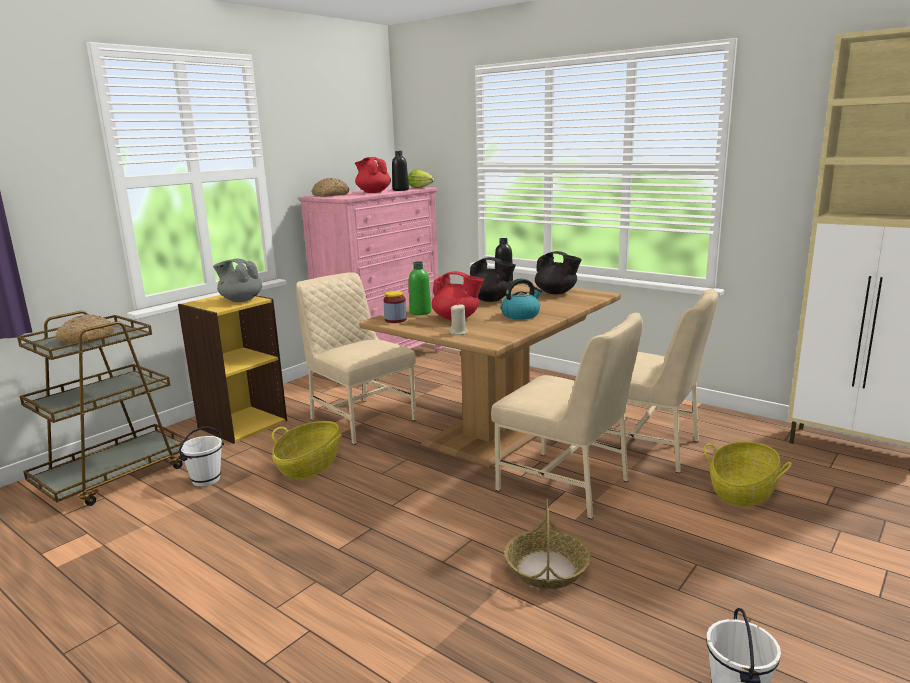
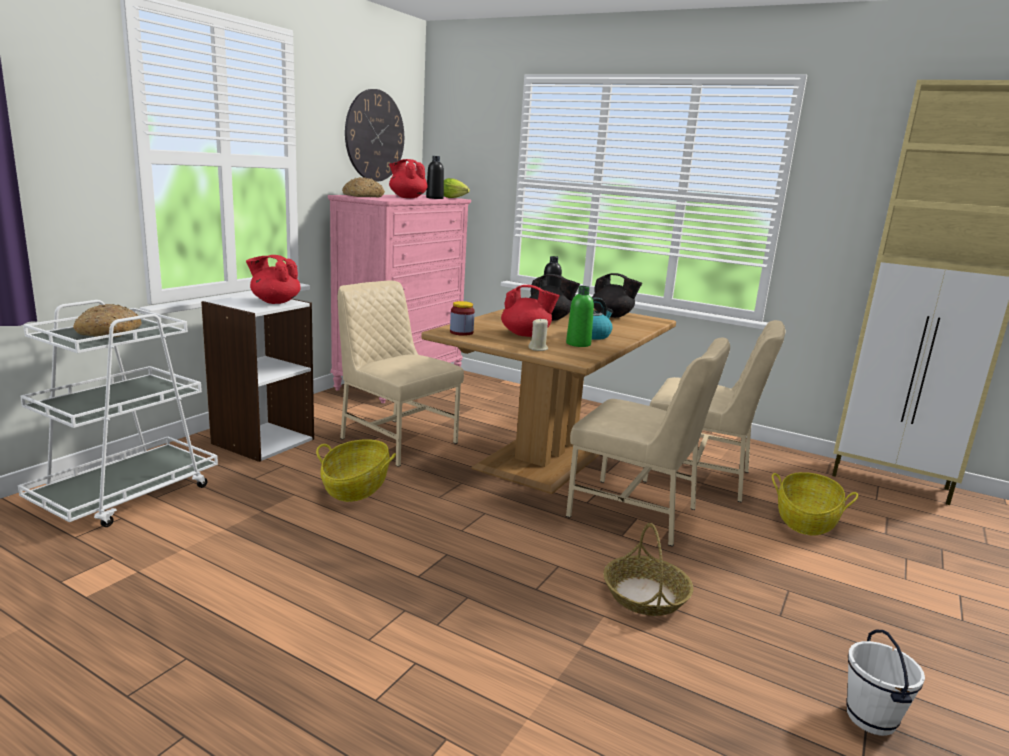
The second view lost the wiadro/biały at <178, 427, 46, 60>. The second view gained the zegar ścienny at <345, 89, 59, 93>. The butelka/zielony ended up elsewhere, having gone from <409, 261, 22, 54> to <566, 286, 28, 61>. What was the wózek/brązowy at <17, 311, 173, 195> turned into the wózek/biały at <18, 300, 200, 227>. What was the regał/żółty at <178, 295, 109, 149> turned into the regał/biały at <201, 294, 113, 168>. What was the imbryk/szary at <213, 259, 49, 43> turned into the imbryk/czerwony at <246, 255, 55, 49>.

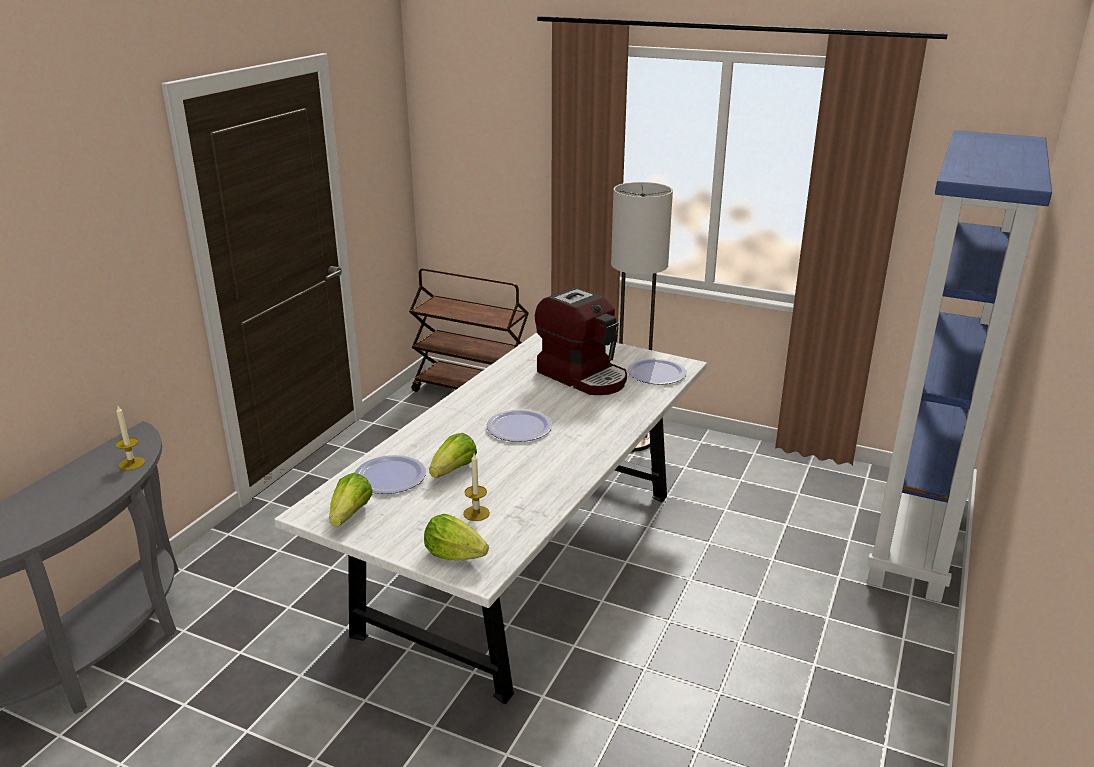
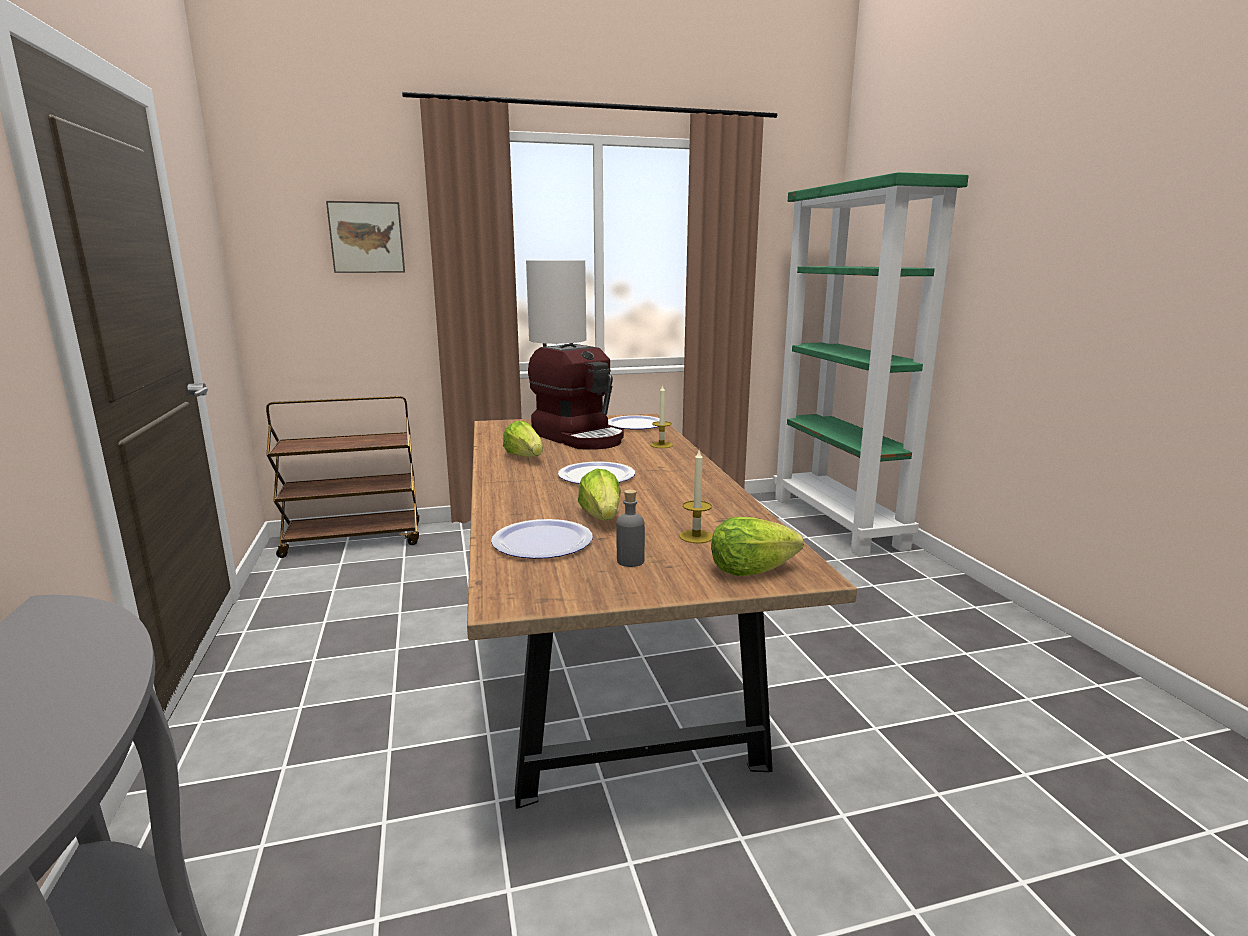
The second view gained the obraz at <326, 201, 79, 72>. The second view gained the butelka/szary at <616, 489, 29, 78>. The świeca ended up elsewhere, having gone from <115, 406, 30, 65> to <650, 385, 23, 63>. The sałata ended up elsewhere, having gone from <329, 473, 43, 53> to <503, 421, 40, 36>. What was the stół jadalny/biały at <274, 333, 433, 372> turned into the stół jadalny/brązowy at <467, 413, 390, 396>. What was the regał/niebieski at <867, 130, 185, 473> turned into the regał/zielony at <773, 172, 196, 385>. The ekspres do kawy at <535, 287, 92, 108> ended up facing another way, 45 degrees clockwise from before.

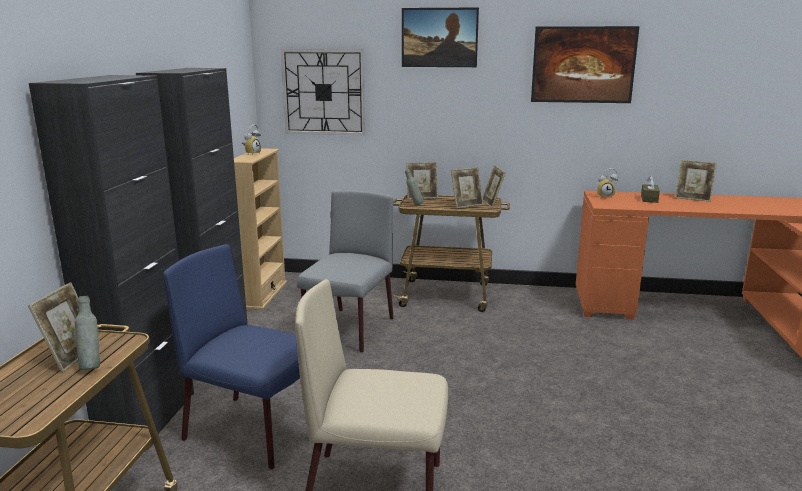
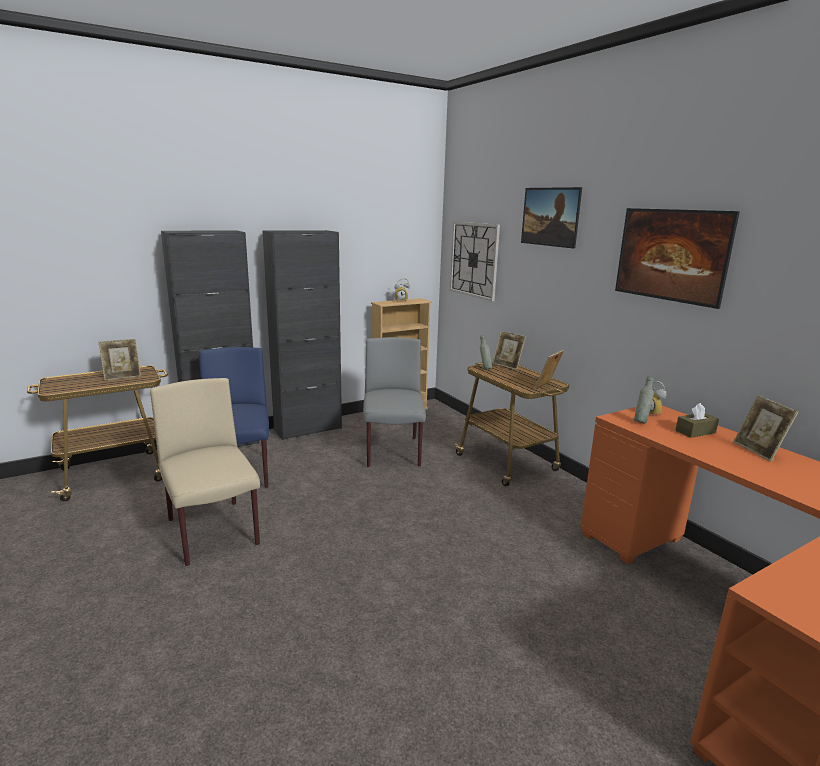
The second view lost the ramka na zdjęcie at <451, 167, 32, 42>. The butelka/szary ended up elsewhere, having gone from <75, 296, 25, 74> to <634, 376, 20, 48>. The krzesło/szary at <297, 190, 97, 163> ended up facing another way, 75 degrees counterclockwise from before.

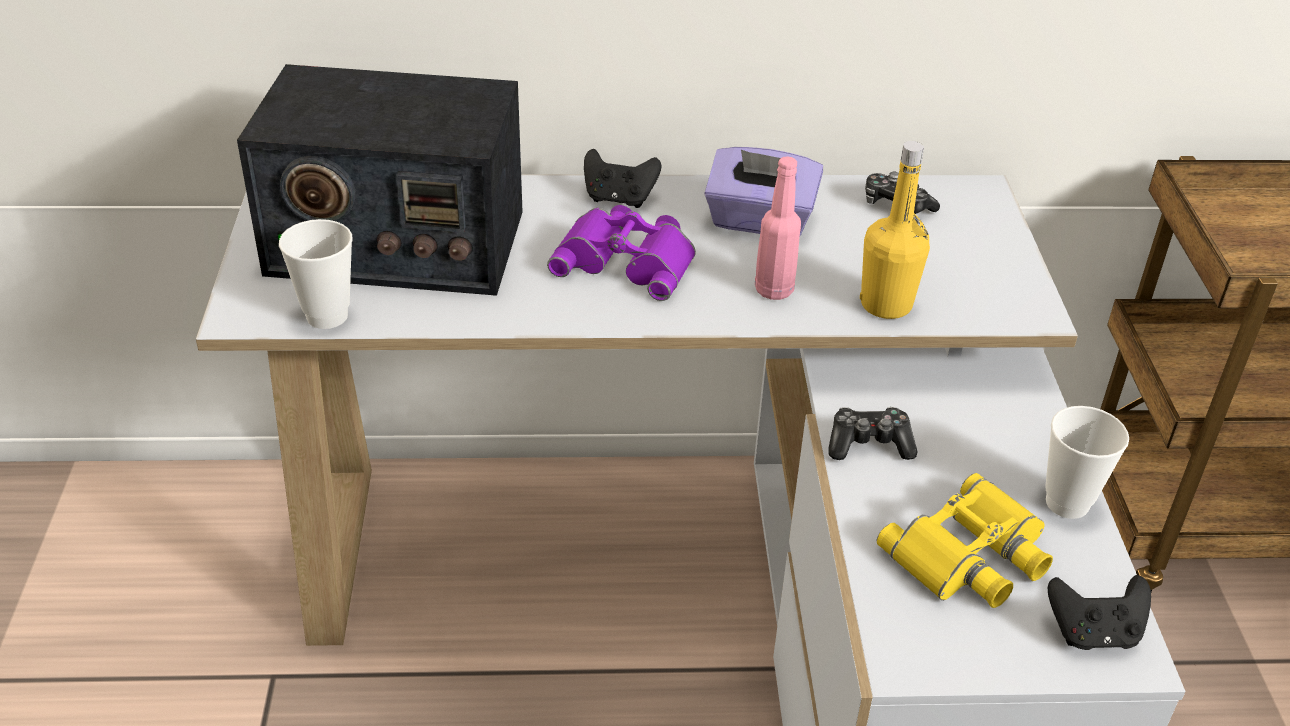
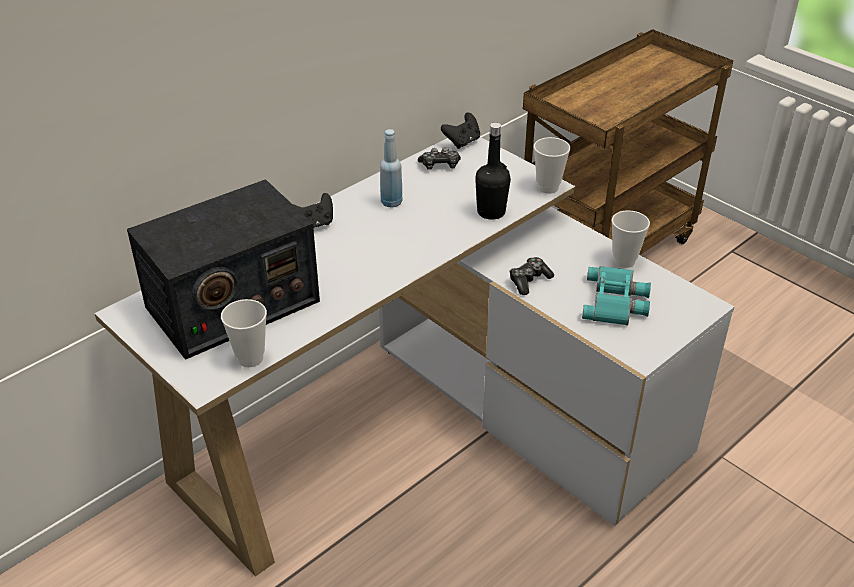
The second view lost the lornetka/fioletowy at <547, 205, 149, 96>. The second view lost the butelka/różowy at <755, 156, 46, 144>. The second view gained the filiżanka at <534, 137, 36, 57>. The pad do gier/czarny ended up elsewhere, having gone from <1048, 575, 103, 75> to <441, 113, 39, 36>. Where the pudełko chusteczek/fioletowy stood at <704, 147, 119, 89>, the butelka/niebieski came to stand at <380, 129, 23, 79>. What was the butelka/żółty at <860, 141, 70, 178> turned into the butelka/czarny at <475, 122, 36, 98>. What was the lornetka/żółty at <876, 473, 177, 135> turned into the lornetka/turkusowy at <582, 266, 69, 59>.

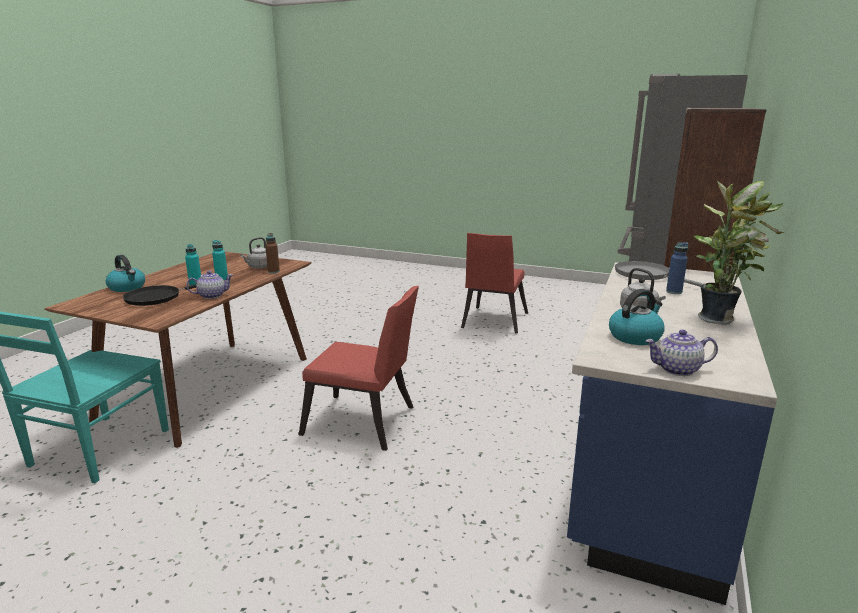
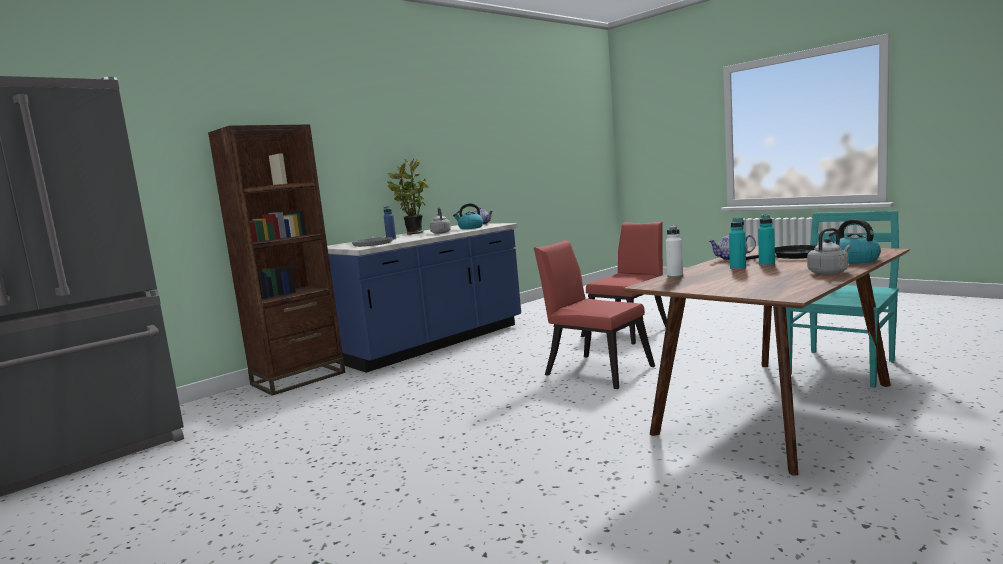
The czajnik/szary ended up elsewhere, having gone from <241, 237, 26, 32> to <807, 228, 44, 47>. The krzesło/czerwony ended up elsewhere, having gone from <461, 233, 67, 100> to <581, 222, 86, 122>. What was the butelka/brązowy at <265, 233, 15, 40> turned into the butelka/biały at <666, 225, 17, 53>.

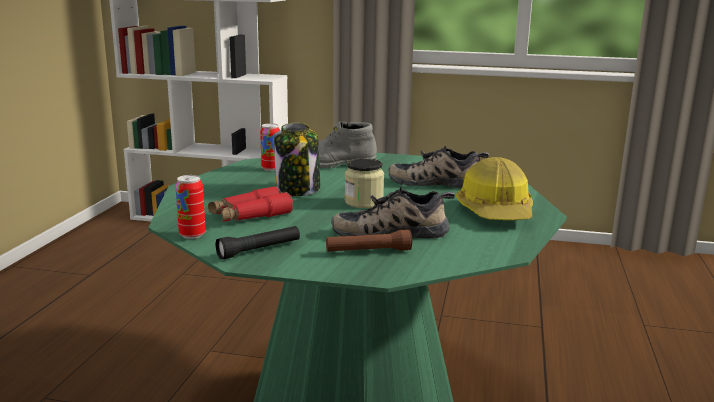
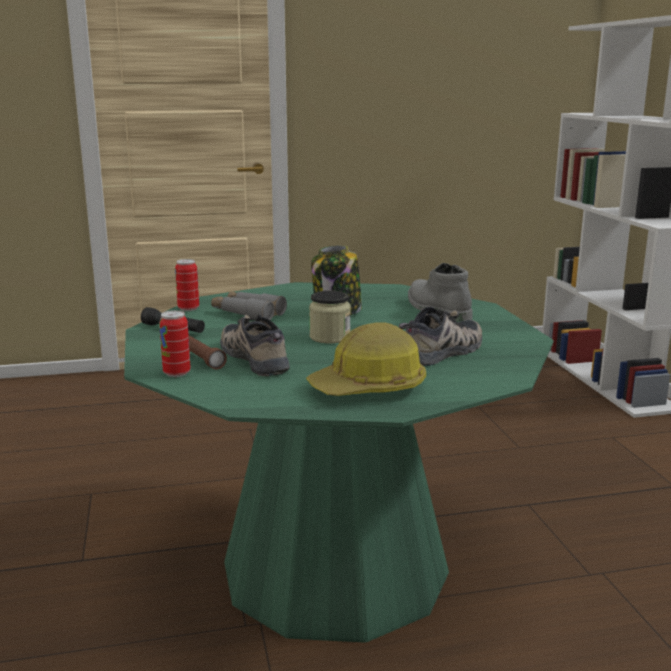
The puszka ended up elsewhere, having gone from <260, 123, 20, 48> to <159, 310, 32, 67>. What was the lornetka/czerwony at <208, 186, 85, 36> turned into the lornetka/szary at <211, 292, 76, 28>. The but at <388, 146, 101, 42> ended up facing another way, 60 degrees clockwise from before.

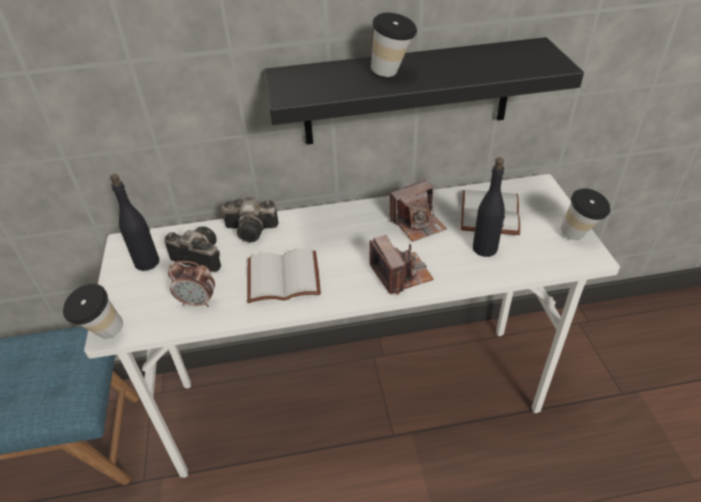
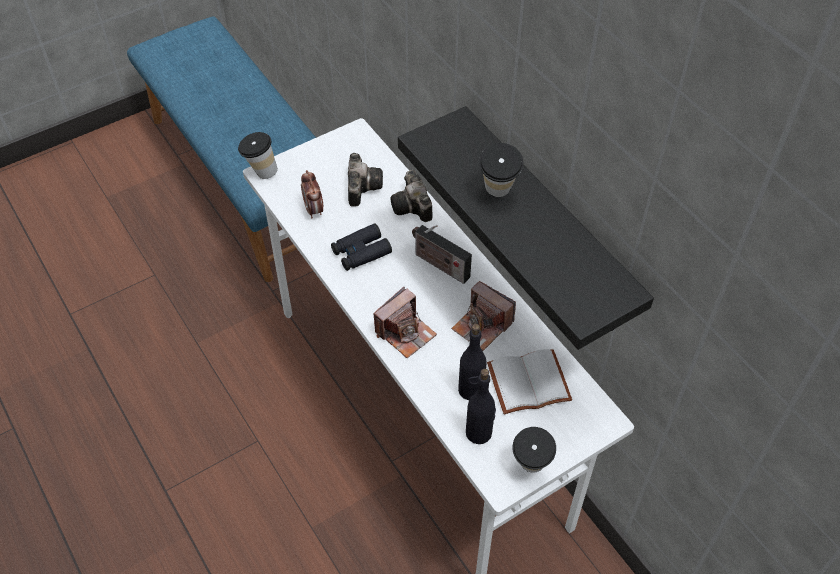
The second view gained the radio at <412, 225, 60, 59>. The butelka/czarny ended up elsewhere, having gone from <110, 174, 49, 97> to <466, 369, 30, 75>. Where the książka/biały stood at <247, 249, 74, 54>, the lornetka/czarny came to stand at <331, 224, 61, 47>.

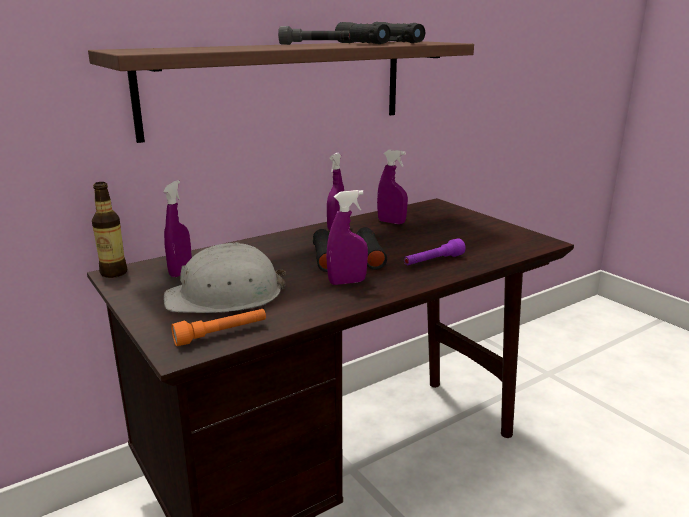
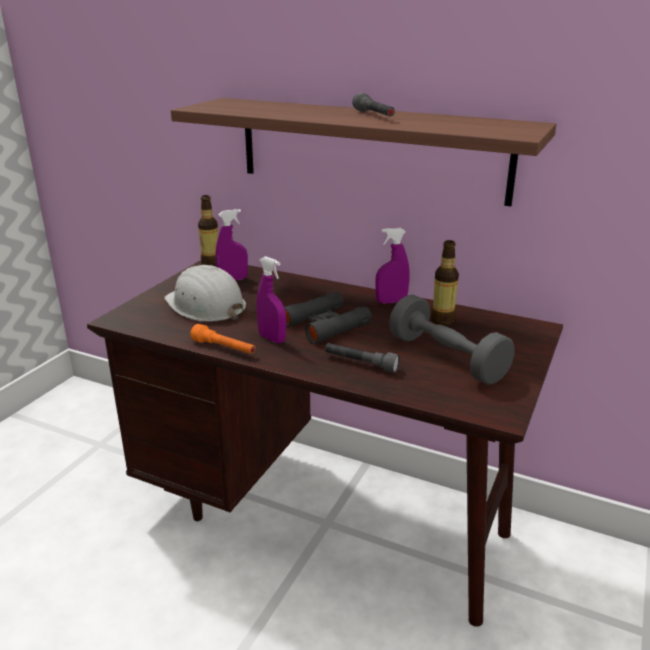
The second view lost the lornetka/czarny at <335, 22, 90, 22>. The second view gained the hantel/szary at <389, 295, 125, 90>. The latarka/pomarańczowy ended up elsewhere, having gone from <171, 309, 95, 37> to <191, 324, 64, 30>. Where the spryskiwacz/fioletowy stood at <377, 150, 31, 74>, the butelka came to stand at <431, 240, 28, 85>. What was the latarka/fioletowy at <404, 238, 62, 27> turned into the latarka/szary at <325, 343, 75, 30>.

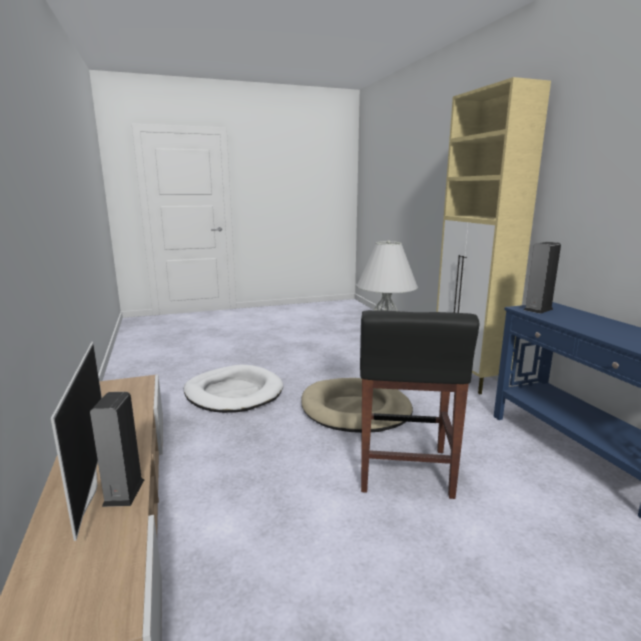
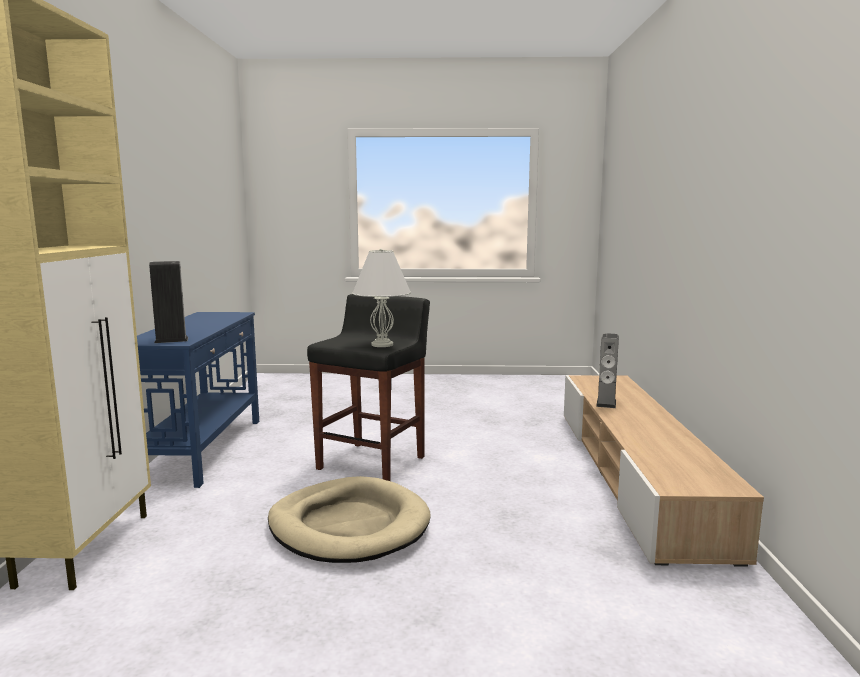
The second view lost the telewizor at <51, 342, 51, 199>. The second view lost the legowisko/biały at <184, 365, 99, 48>.

